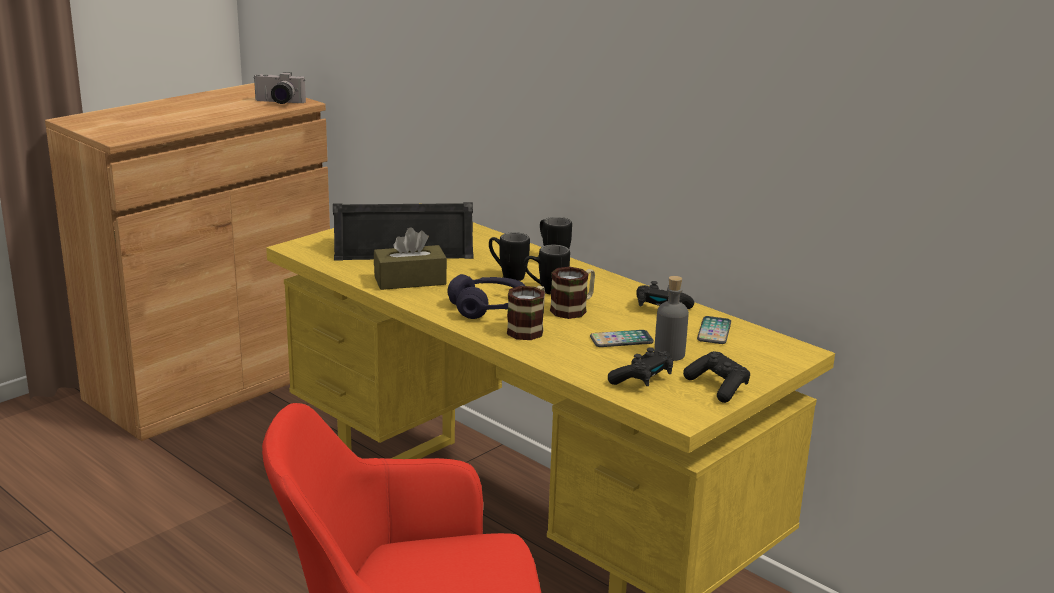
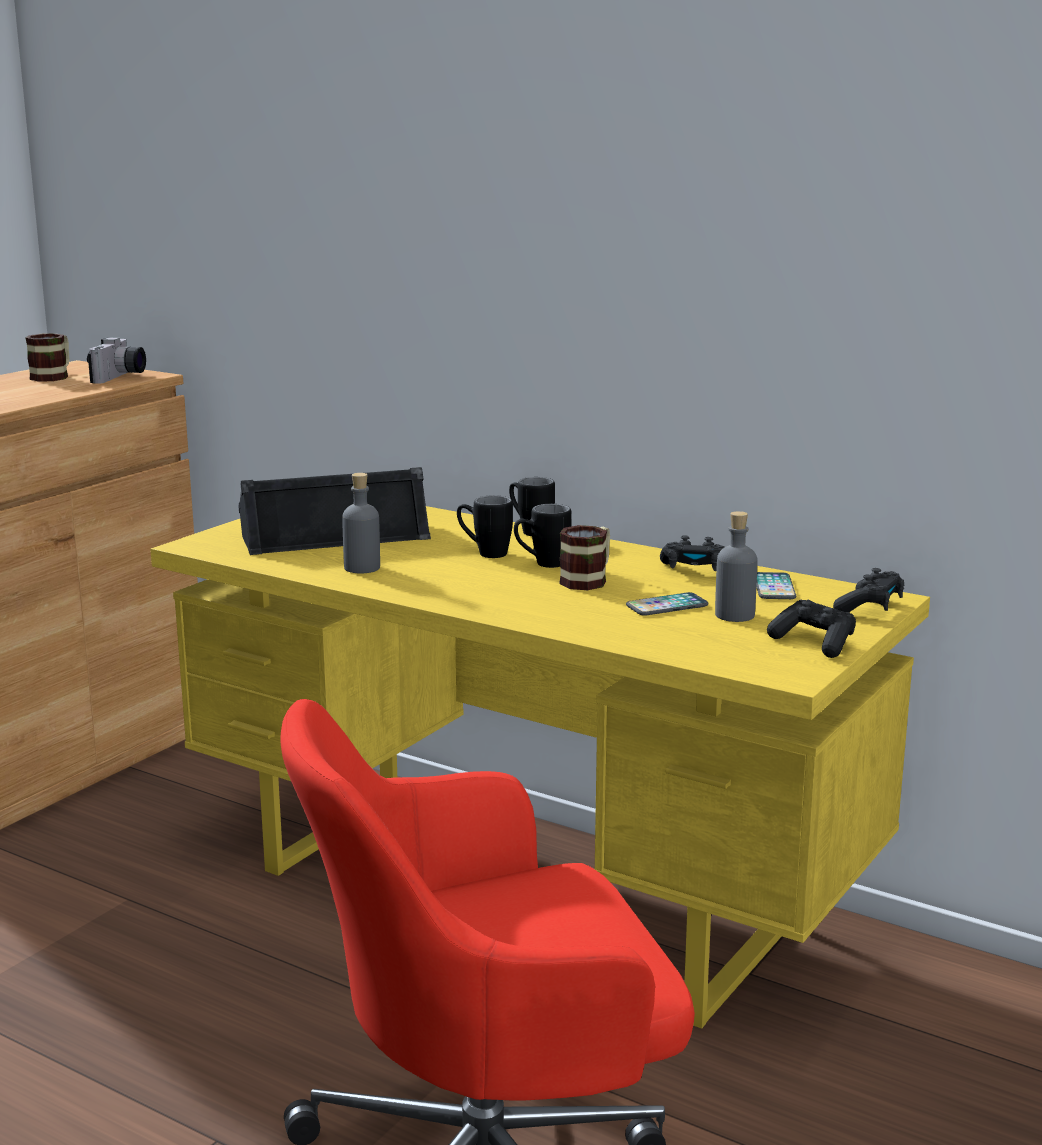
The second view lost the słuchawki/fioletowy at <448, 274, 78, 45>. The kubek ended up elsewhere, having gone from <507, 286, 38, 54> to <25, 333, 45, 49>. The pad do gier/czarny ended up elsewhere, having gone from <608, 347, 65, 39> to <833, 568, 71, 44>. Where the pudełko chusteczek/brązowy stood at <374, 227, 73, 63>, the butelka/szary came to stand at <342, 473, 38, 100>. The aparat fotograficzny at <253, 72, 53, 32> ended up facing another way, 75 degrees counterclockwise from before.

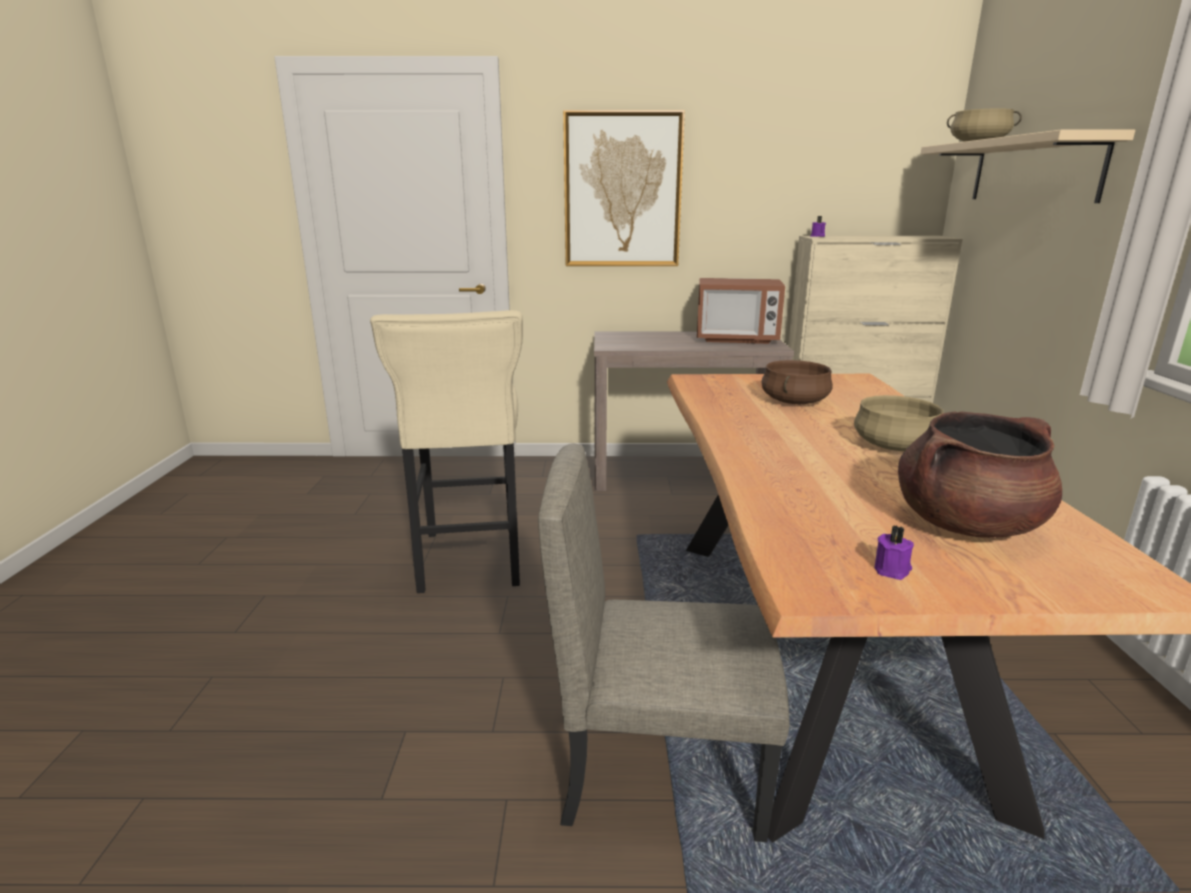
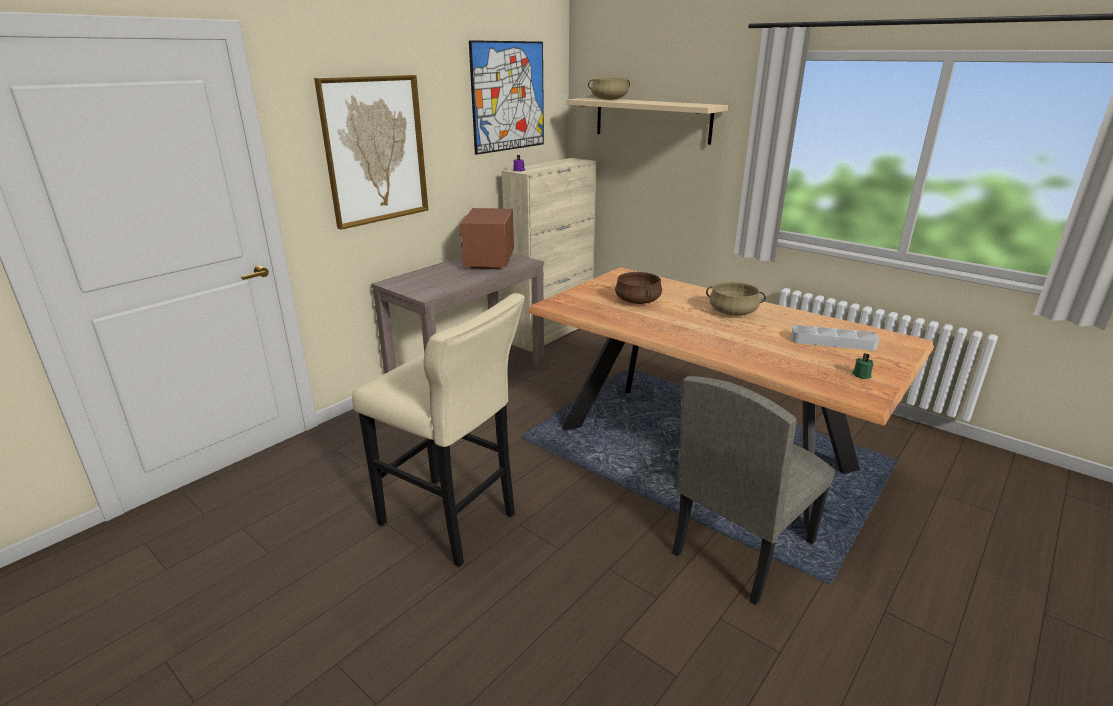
The second view gained the obraz at <469, 40, 75, 115>. Where the garnek/brązowy stood at <898, 411, 164, 127>, the taca/szary came to stand at <791, 325, 88, 26>. What was the świeca/fioletowy at <875, 525, 39, 55> turned into the świeca/zielony at <852, 353, 22, 26>. The mikrofalówka at <697, 278, 88, 66> ended up facing another way, 135 degrees clockwise from before.

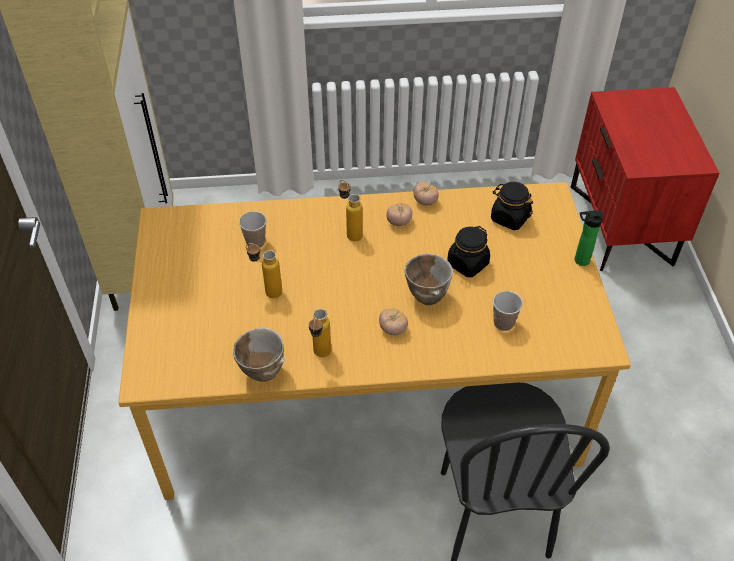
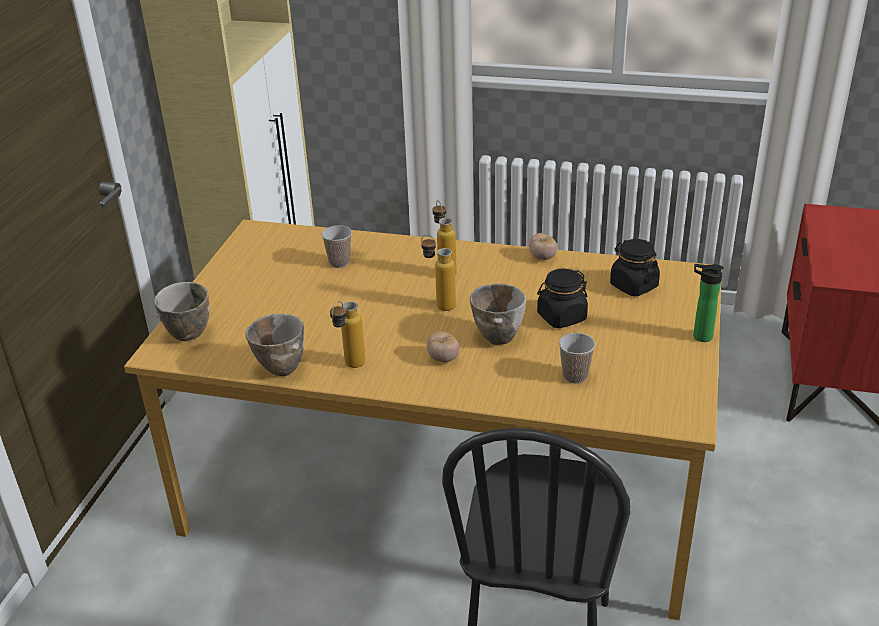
The second view lost the pomidor at <387, 203, 25, 23>. The second view gained the miska at <154, 282, 56, 59>. The butelka ended up elsewhere, having gone from <246, 243, 36, 55> to <421, 234, 35, 77>.

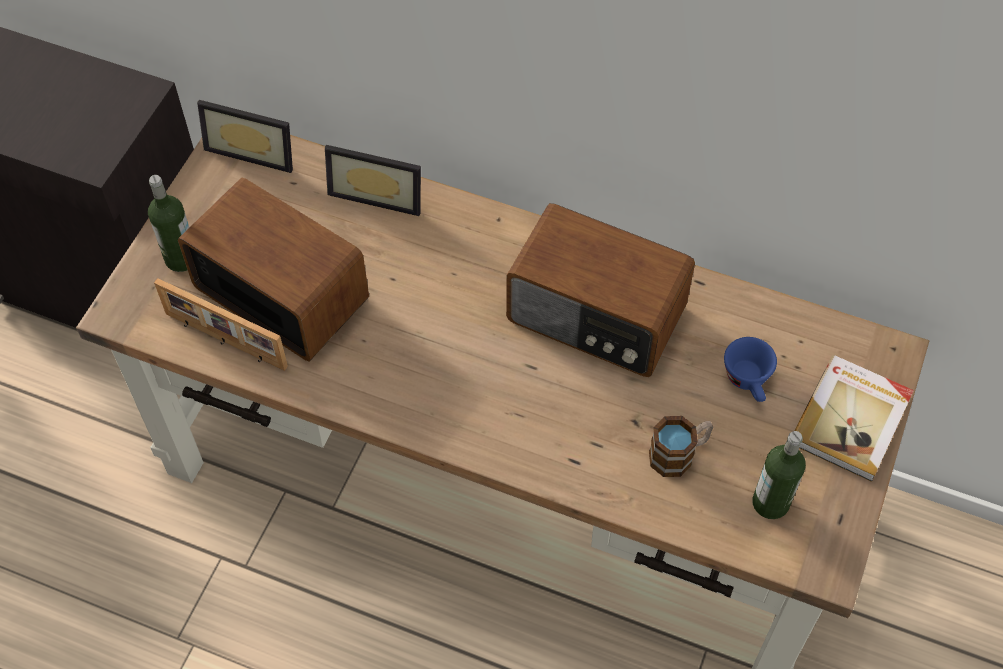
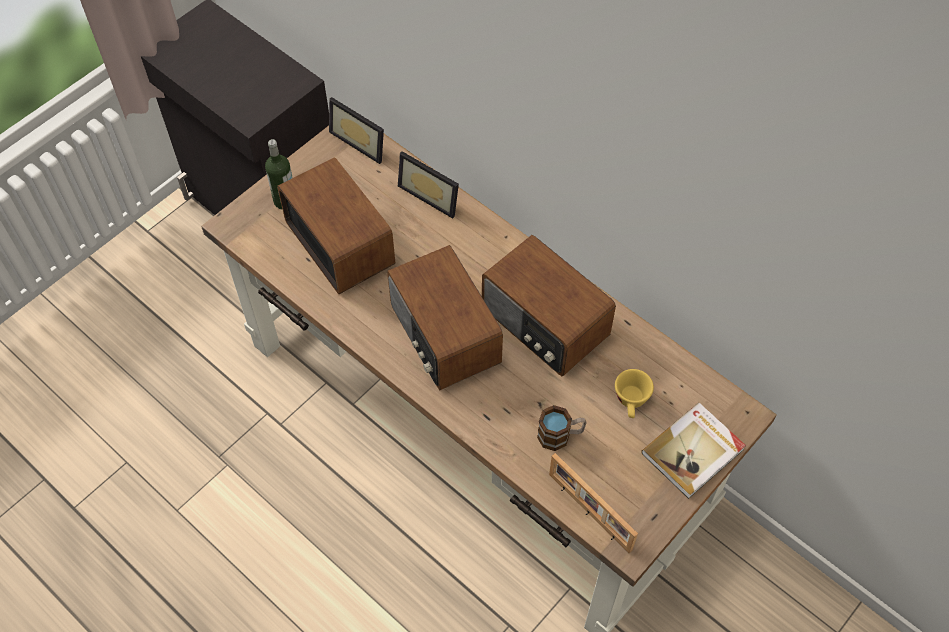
The second view lost the butelka at <752, 431, 54, 88>. The second view gained the radio at <387, 245, 116, 145>. The ramka na zdjęcie ended up elsewhere, having gone from <154, 278, 134, 93> to <549, 453, 89, 100>. What was the filiżanka/niebieski at <724, 337, 53, 65> turned into the filiżanka/żółty at <615, 369, 39, 49>.

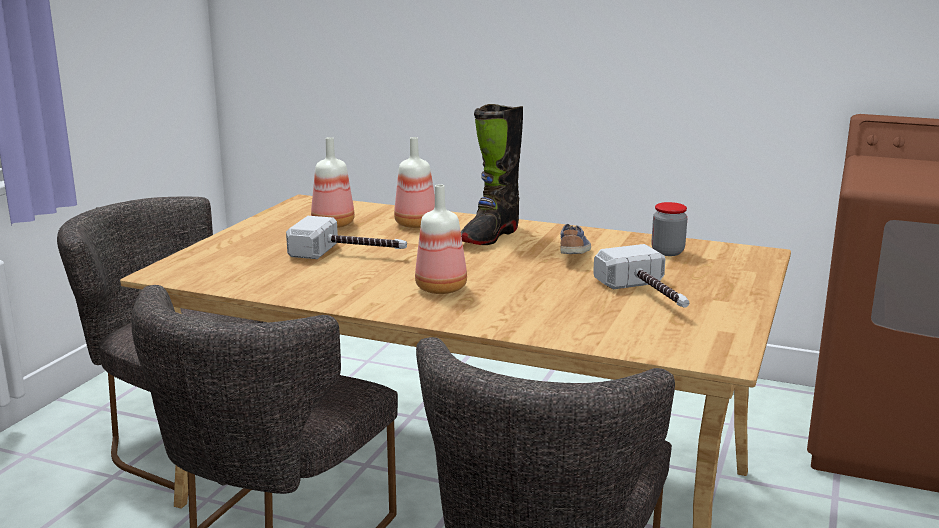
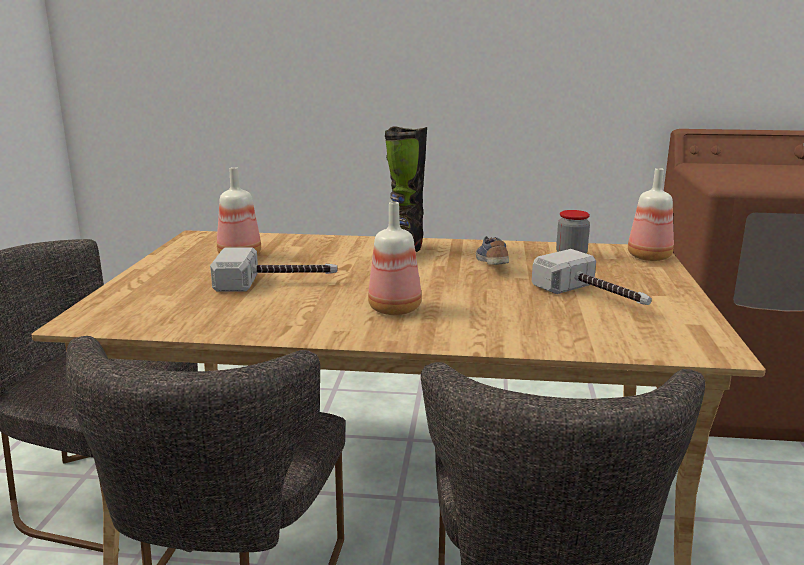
The butelka ended up elsewhere, having gone from <394, 137, 41, 91> to <628, 168, 46, 93>.

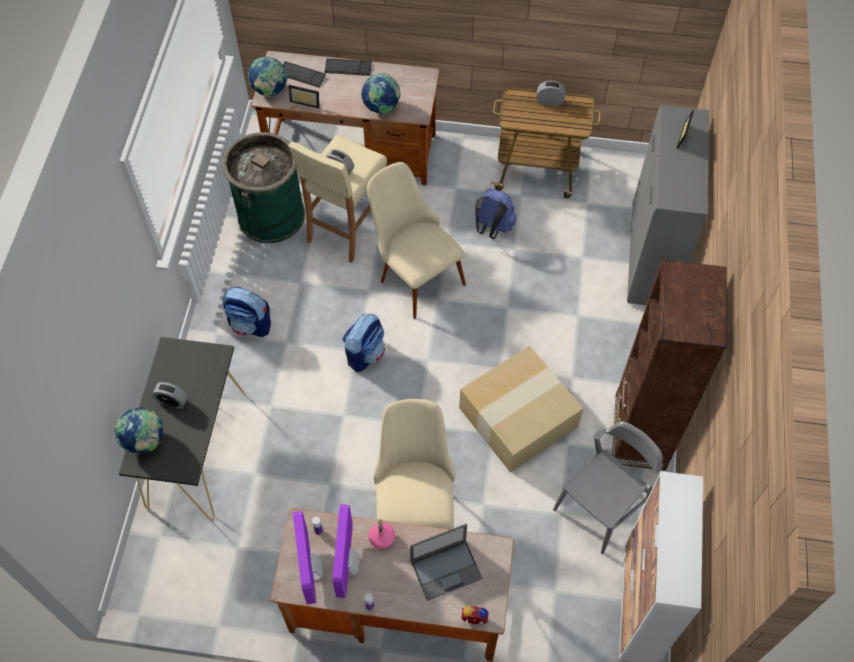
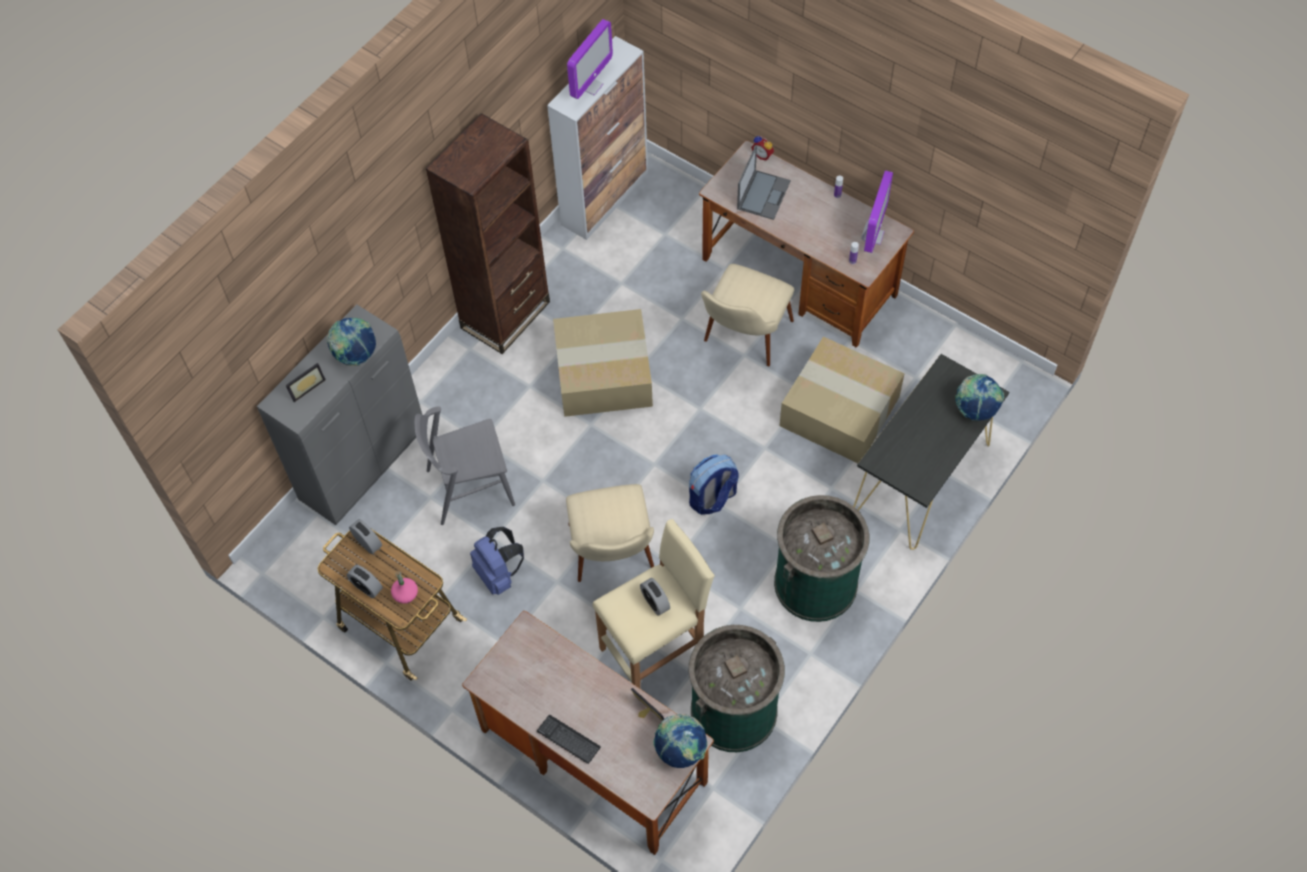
The second view lost the klawiatura at <283, 61, 43, 27>. The second view gained the karton at <779, 337, 126, 126>. The budzik ended up elsewhere, having gone from <152, 382, 36, 27> to <349, 519, 33, 35>. The monitor ended up elsewhere, having gone from <332, 504, 28, 94> to <567, 19, 46, 80>. The globus ended up elsewhere, having gone from <361, 73, 40, 42> to <326, 318, 50, 48>. The butelka/różowy ended up elsewhere, having gone from <369, 519, 26, 30> to <391, 571, 27, 33>. The krzesło/szary ended up elsewhere, having gone from <553, 421, 110, 133> to <415, 406, 100, 119>. Where the plecak stood at <222, 287, 49, 50>, the kosz na śmieci/zielony came to stand at <774, 495, 95, 127>. The laptop at <410, 523, 73, 78> ended up facing another way, 105 degrees clockwise from before.

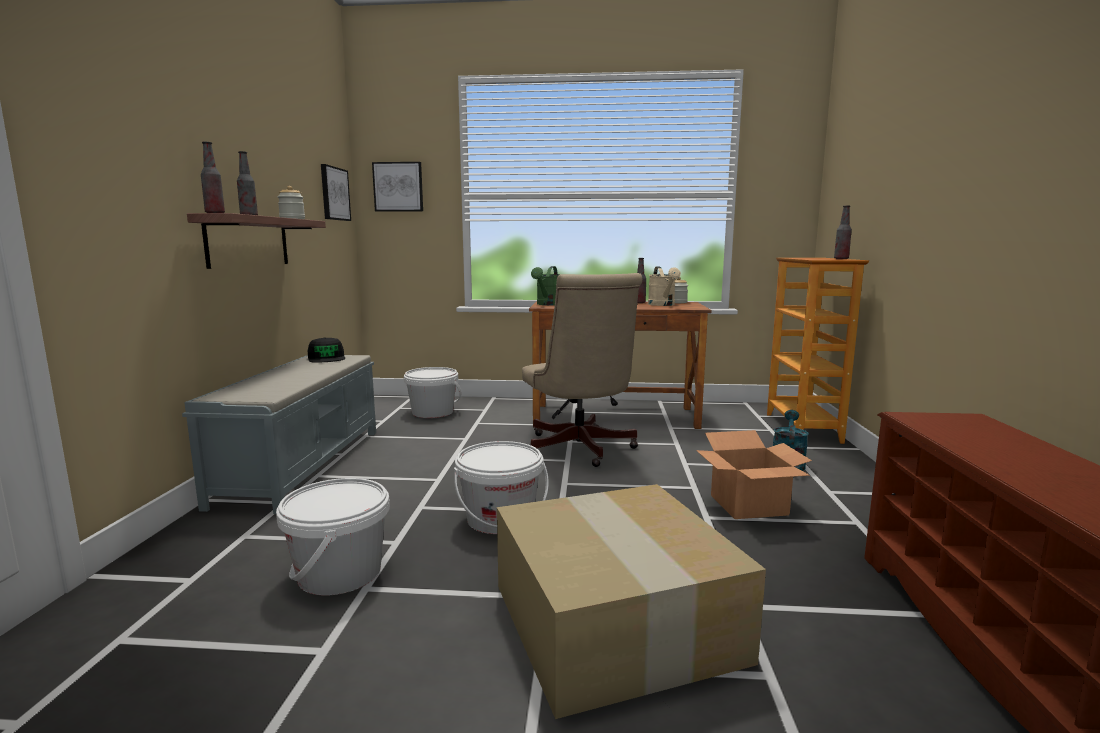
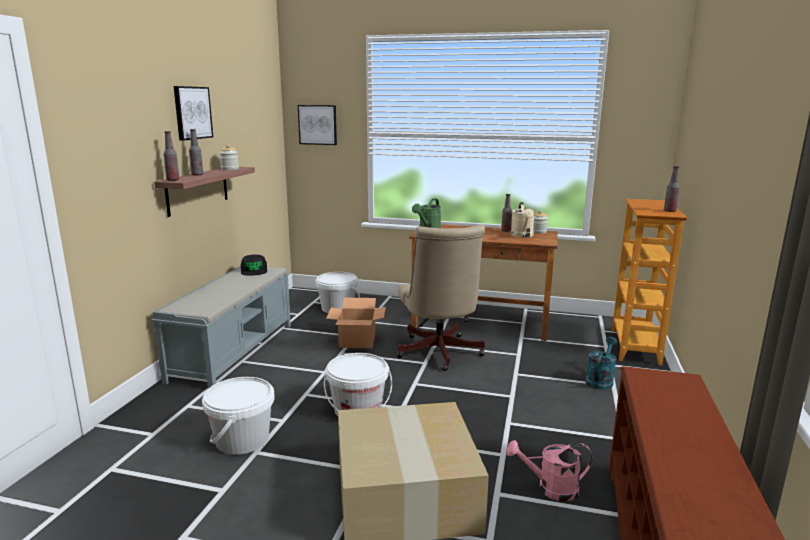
The second view gained the konewka/różowy at <506, 440, 87, 61>. The obraz ended up elsewhere, having gone from <321, 164, 30, 57> to <174, 86, 39, 55>. The karton ended up elsewhere, having gone from <696, 430, 116, 89> to <326, 298, 60, 50>.

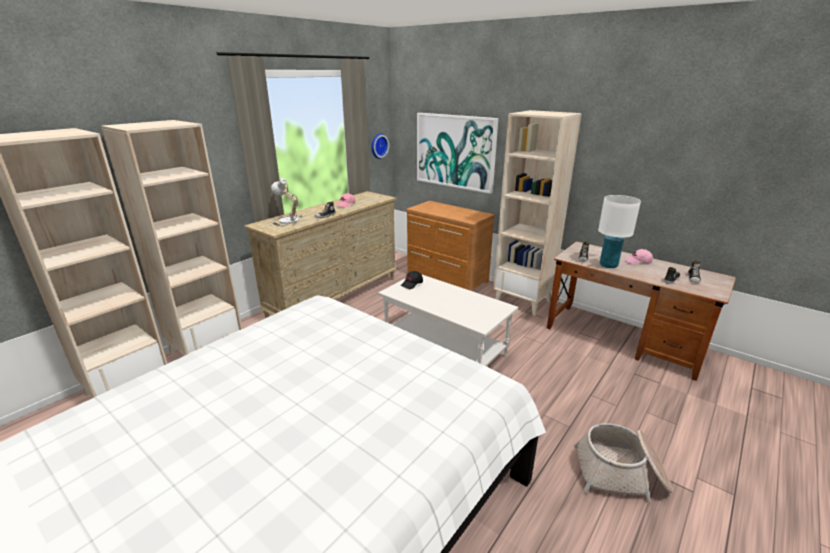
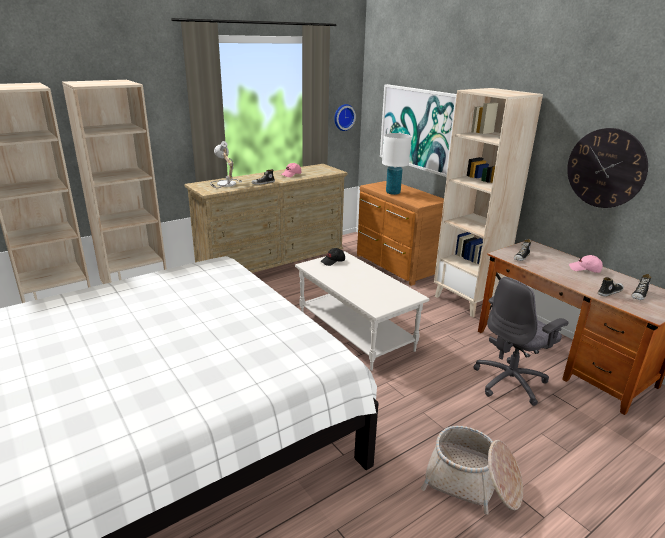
The second view gained the krzesło biurowe/szary at <473, 277, 95, 129>. The second view gained the zegar ścienny at <567, 128, 81, 80>. The lampa stołowa/biały ended up elsewhere, having gone from <598, 195, 43, 73> to <382, 133, 30, 62>.

